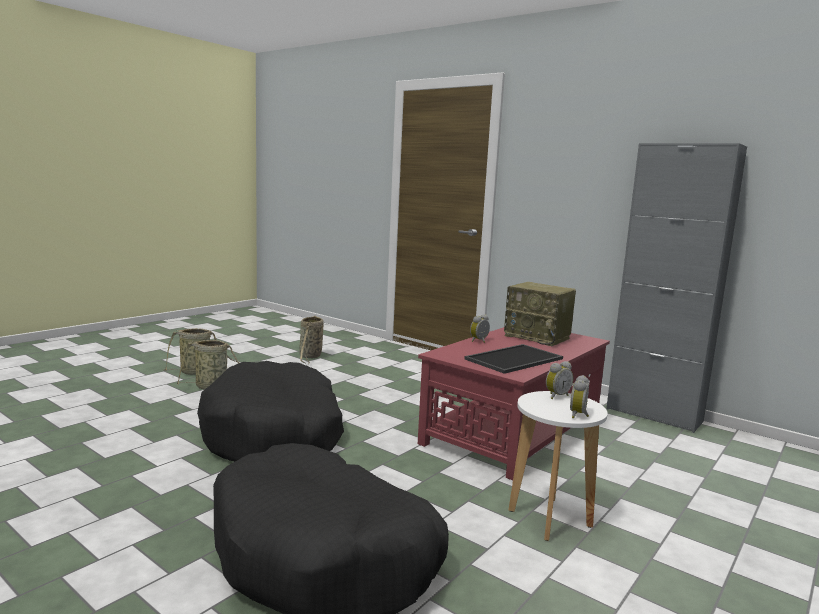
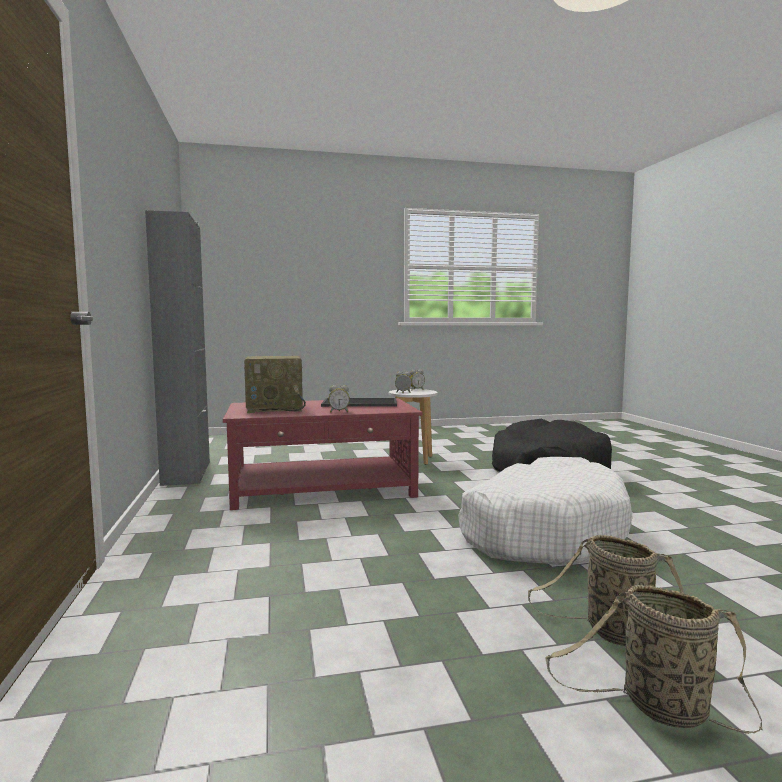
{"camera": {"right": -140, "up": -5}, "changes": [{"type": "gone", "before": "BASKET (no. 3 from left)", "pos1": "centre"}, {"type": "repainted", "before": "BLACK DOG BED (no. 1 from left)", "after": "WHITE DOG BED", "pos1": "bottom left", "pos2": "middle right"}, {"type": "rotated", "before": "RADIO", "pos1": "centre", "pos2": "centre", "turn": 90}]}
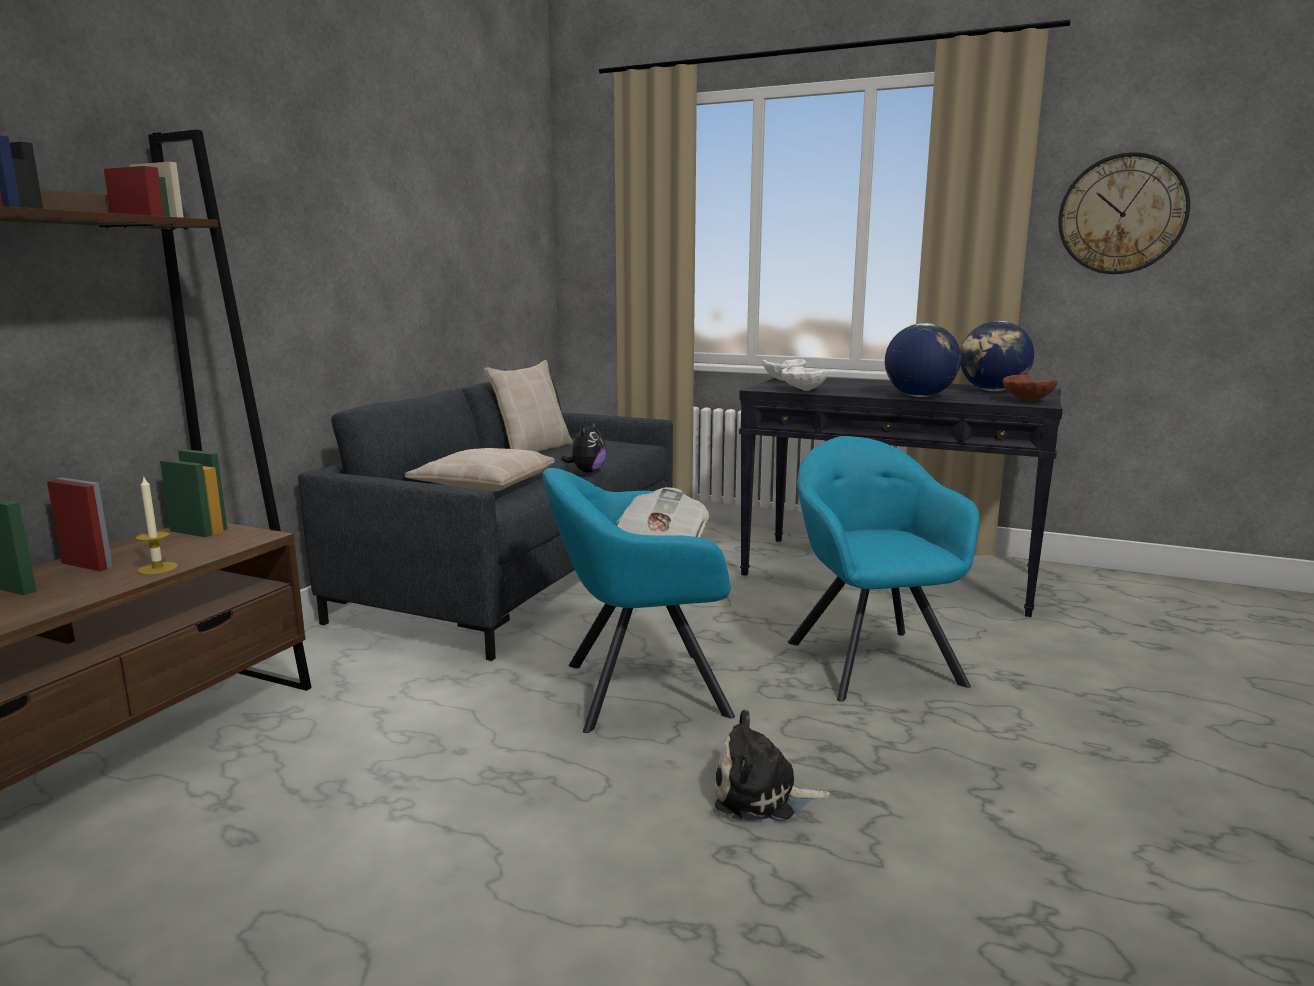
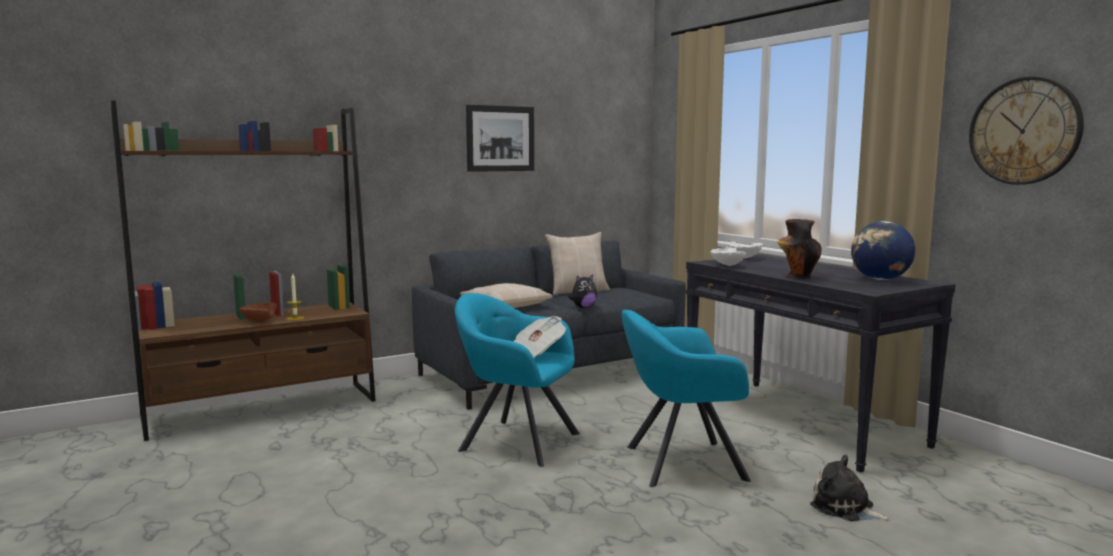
{"camera": {"right": 35, "up": -5}, "changes": [{"type": "new", "after": "PICTURE", "pos2": "top centre"}, {"type": "shifted", "before": "PLUSH TOY (no. 2 from left)", "pos1": "bottom centre", "pos2": "bottom right"}, {"type": "shifted", "before": "BROWN BOWL", "pos1": "middle right", "pos2": "middle left"}, {"type": "swapped", "before": "GLOBE (no. 1 from left)", "after": "VASE", "pos1": "middle right", "pos2": "middle right"}, {"type": "rotated", "before": "TURQUOISE ARMCHAIR (no. 2 from left)", "pos1": "middle right", "pos2": "bottom centre", "turn": -120}]}
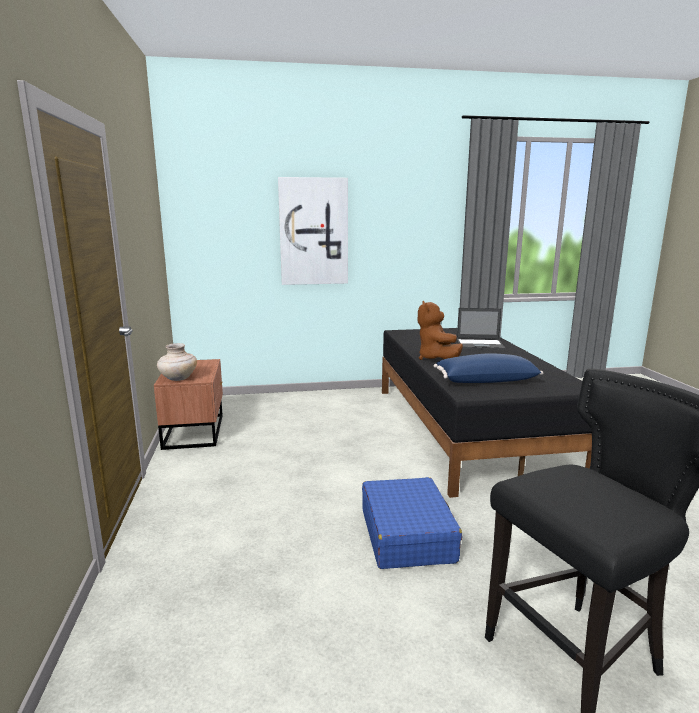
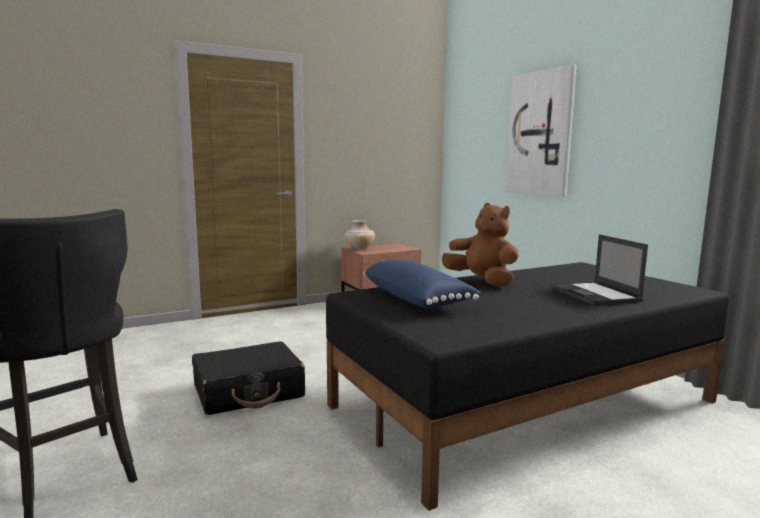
{"camera": {"right": 70, "up": -5}, "changes": [{"type": "repainted", "before": "BLUE SUITCASE", "after": "BLACK SUITCASE", "pos1": "bottom centre", "pos2": "bottom left"}, {"type": "rotated", "before": "BROWN PLUSH TOY", "pos1": "centre", "pos2": "centre", "turn": 75}]}
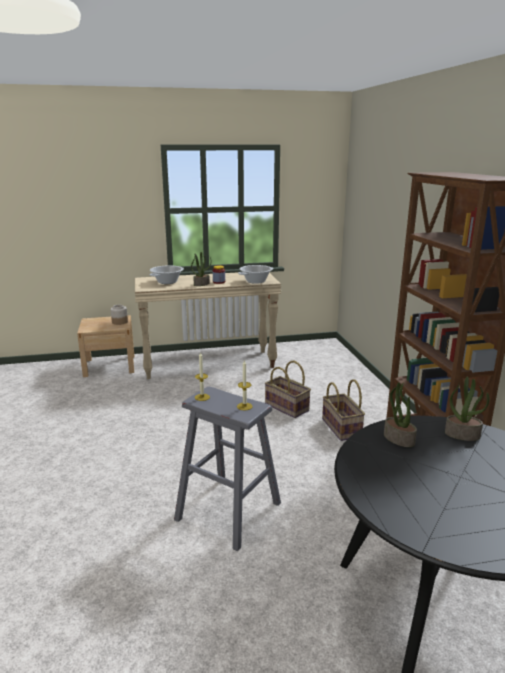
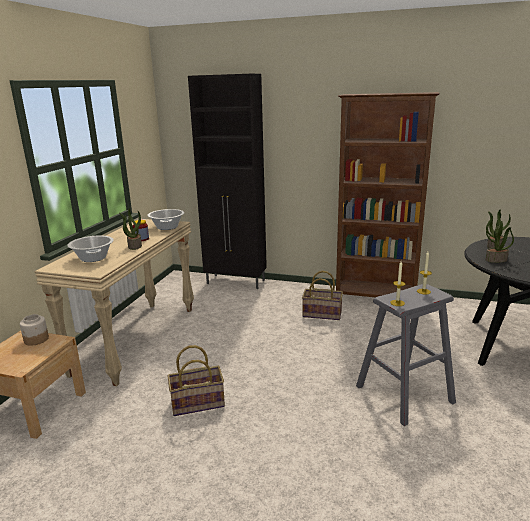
{"camera": {"right": -60, "up": 0}, "changes": [{"type": "new", "after": "BLACK CABINET", "pos2": "centre"}, {"type": "shifted", "before": "BASKET (no. 1 from left)", "pos1": "centre", "pos2": "bottom centre"}]}
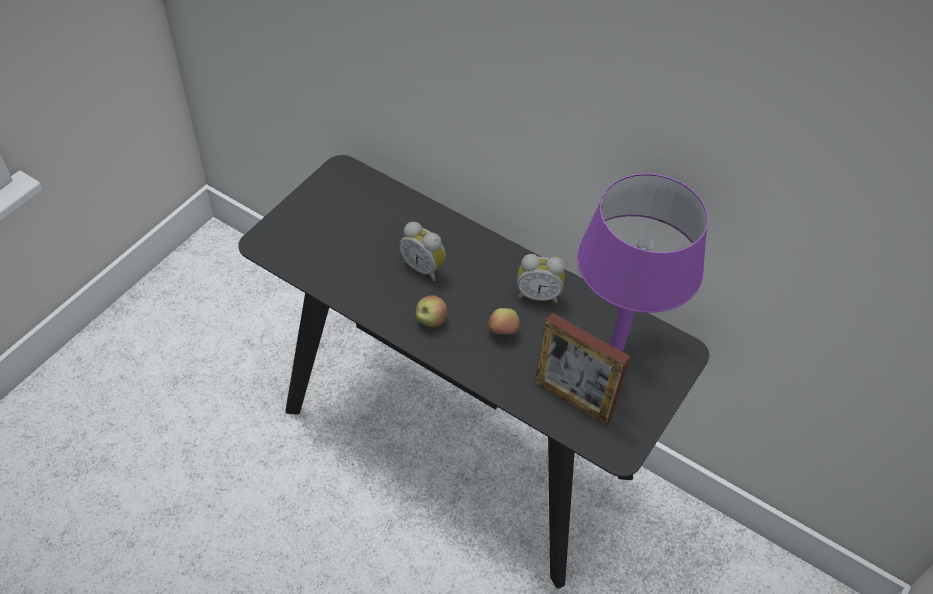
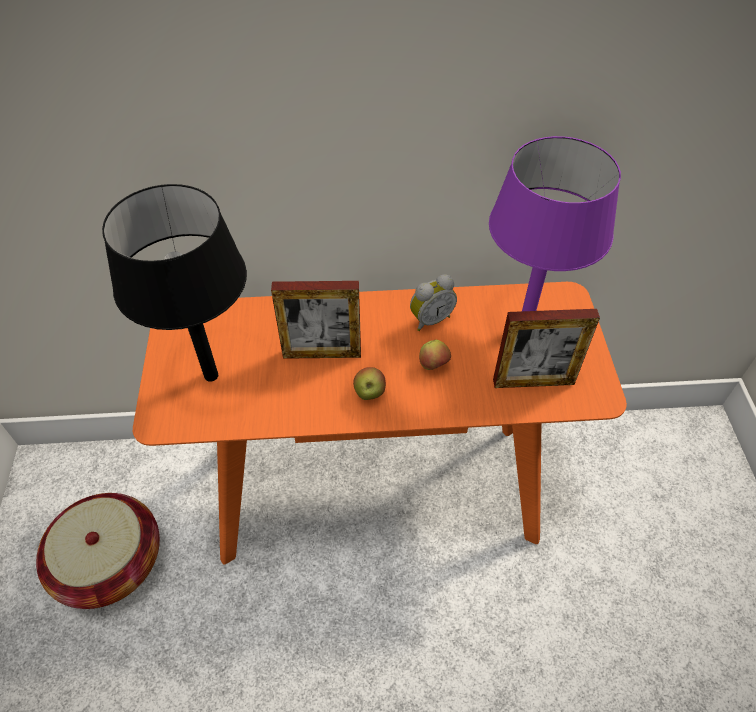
{"camera": {"right": -35, "up": 0}, "changes": [{"type": "new", "after": "BASKET", "pos2": "bottom left"}, {"type": "new", "after": "BLACK TABLE LAMP", "pos2": "middle left"}, {"type": "swapped", "before": "ALARM CLOCK (no. 1 from left)", "after": "PICTURE FRAME (no. 1 from left)", "pos1": "centre", "pos2": "centre"}, {"type": "repainted", "before": "BLACK CONSOLE TABLE", "after": "ORANGE CONSOLE TABLE", "pos1": "centre", "pos2": "centre"}]}
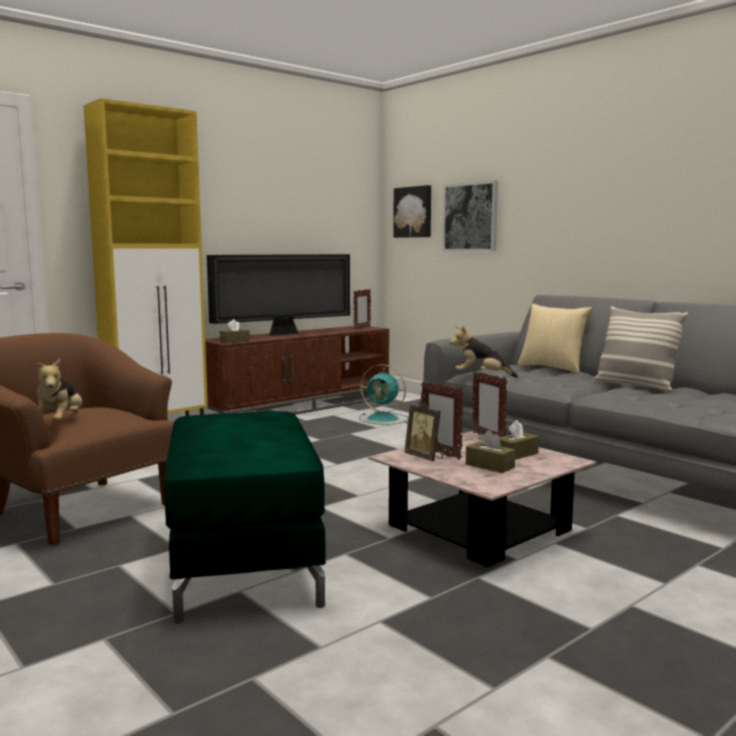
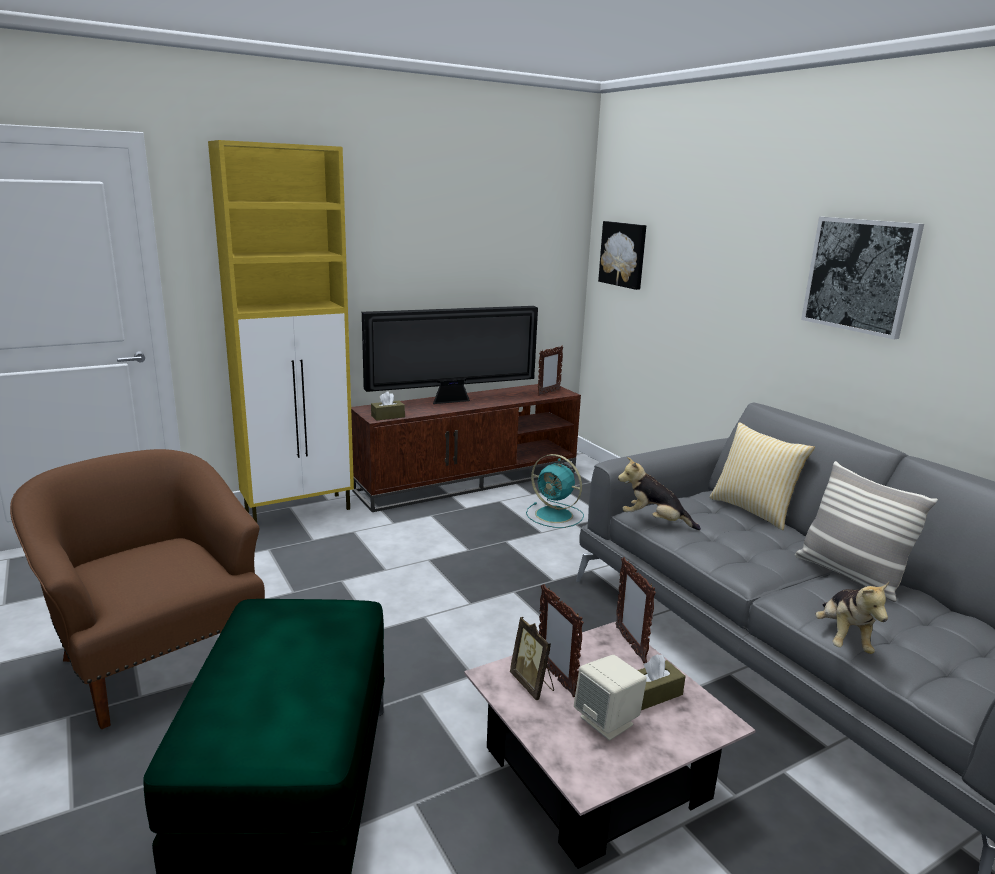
{"camera": {"right": 10, "up": 10}, "changes": [{"type": "shifted", "before": "PLUSH TOY (no. 1 from left in the first image)", "after": "PLUSH TOY (no. 2 from left)", "pos1": "middle left", "pos2": "bottom right"}, {"type": "shifted", "before": "PICTURE (no. 2 from left)", "pos1": "top centre", "pos2": "top right"}, {"type": "swapped", "before": "BROWN TISSUE BOX (no. 2 from left)", "after": "BEIGE SPEAKER", "pos1": "centre", "pos2": "bottom centre"}]}
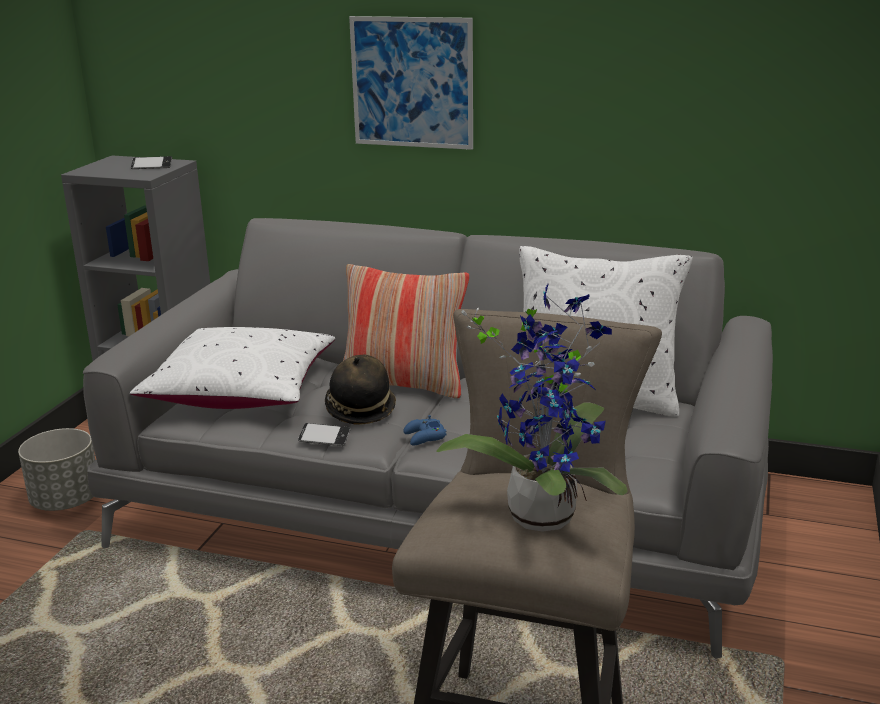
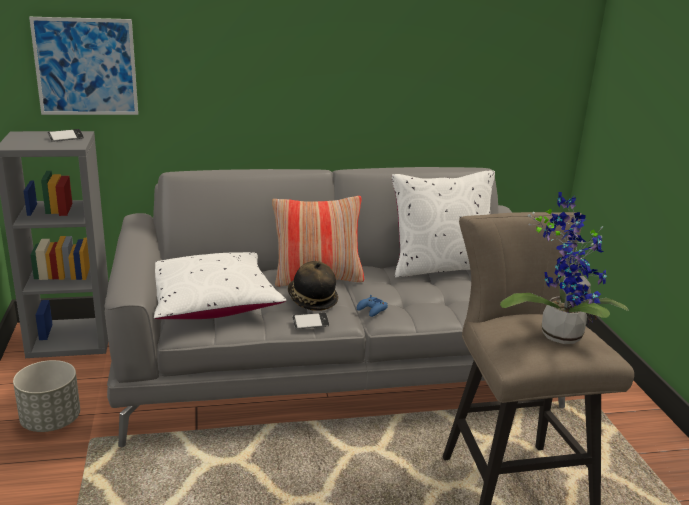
{"camera": {"right": -30, "up": 0}, "changes": [{"type": "shifted", "before": "PICTURE", "pos1": "top centre", "pos2": "top left"}]}
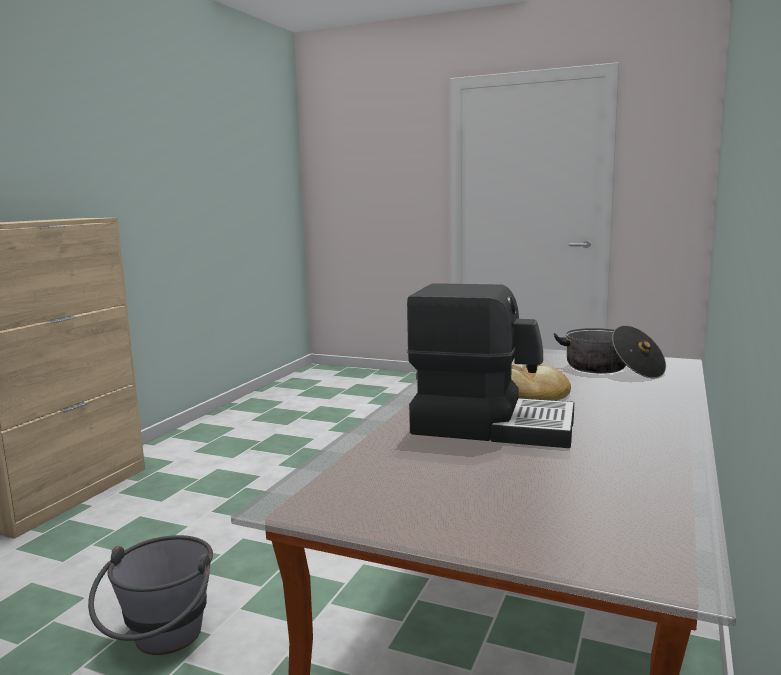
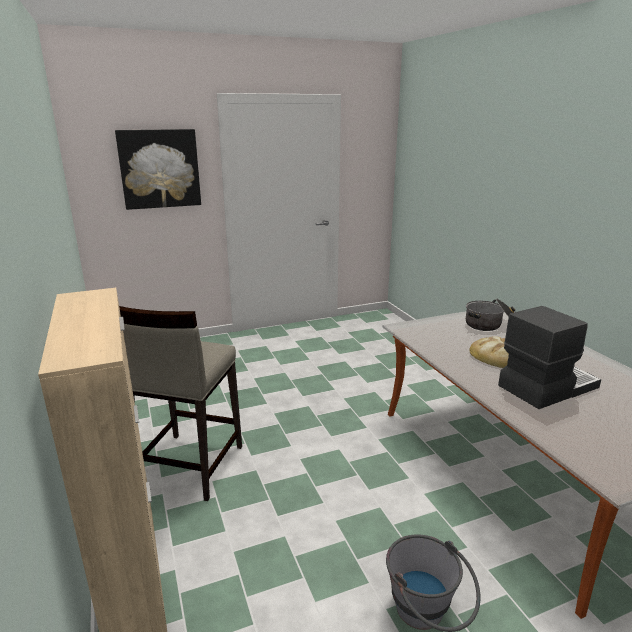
{"camera": {"right": -45, "up": 10}, "changes": [{"type": "new", "after": "PICTURE", "pos2": "top left"}, {"type": "new", "after": "BEIGE STOOL", "pos2": "middle left"}]}
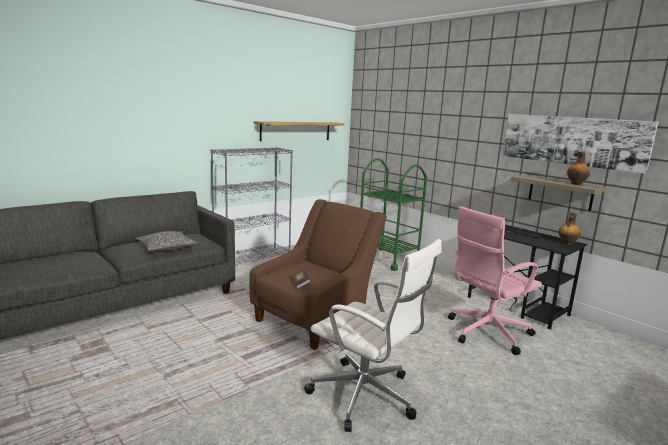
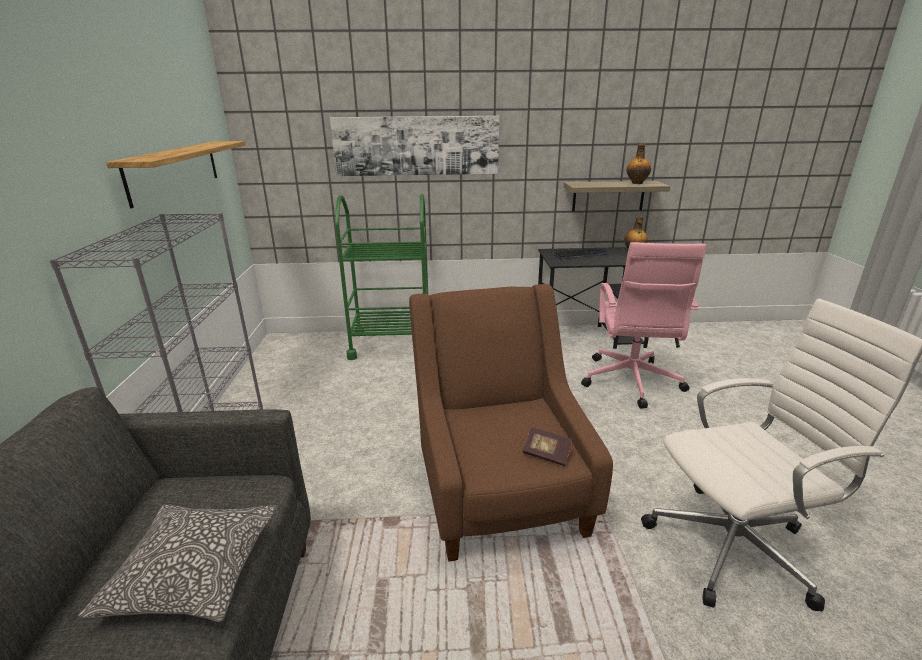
{"camera": {"right": -50, "up": 10}, "changes": [{"type": "shifted", "before": "PICTURE", "pos1": "top right", "pos2": "top centre"}]}
